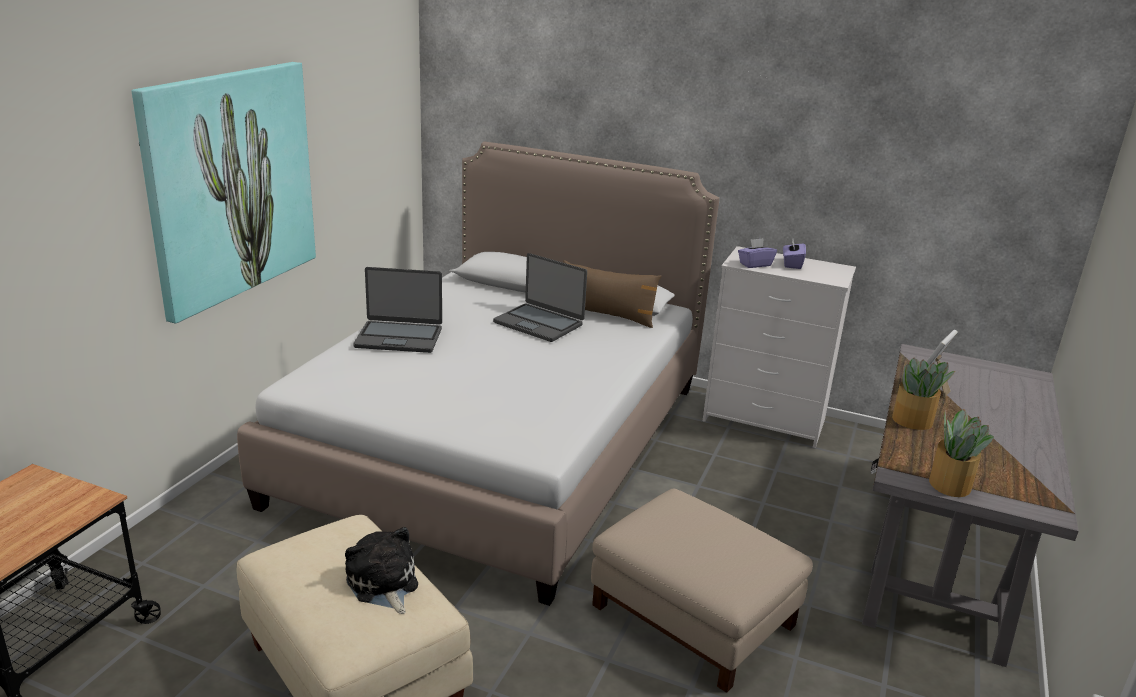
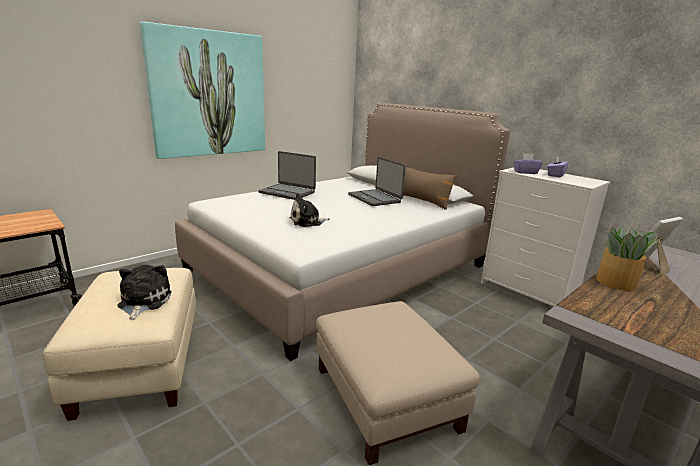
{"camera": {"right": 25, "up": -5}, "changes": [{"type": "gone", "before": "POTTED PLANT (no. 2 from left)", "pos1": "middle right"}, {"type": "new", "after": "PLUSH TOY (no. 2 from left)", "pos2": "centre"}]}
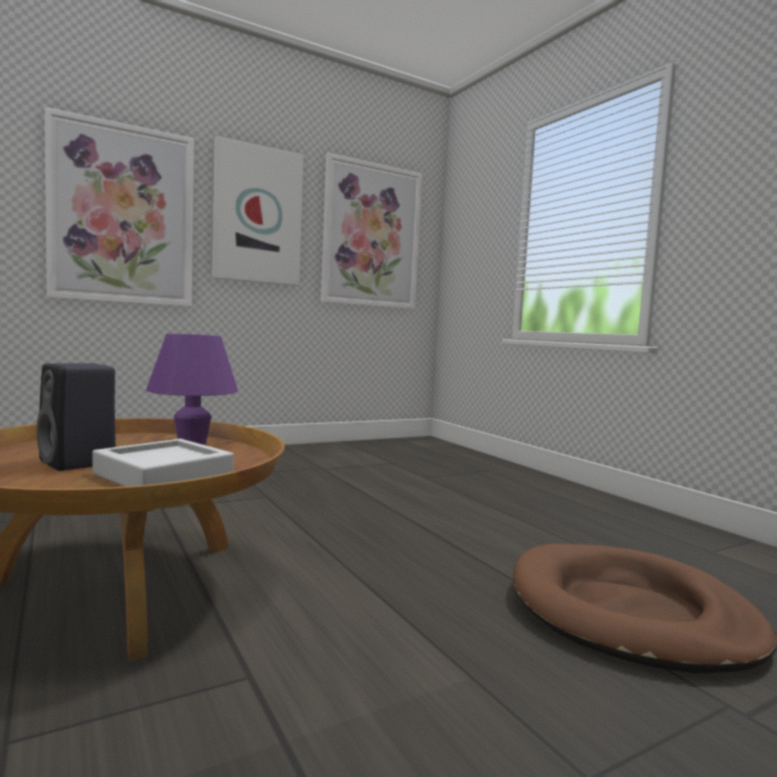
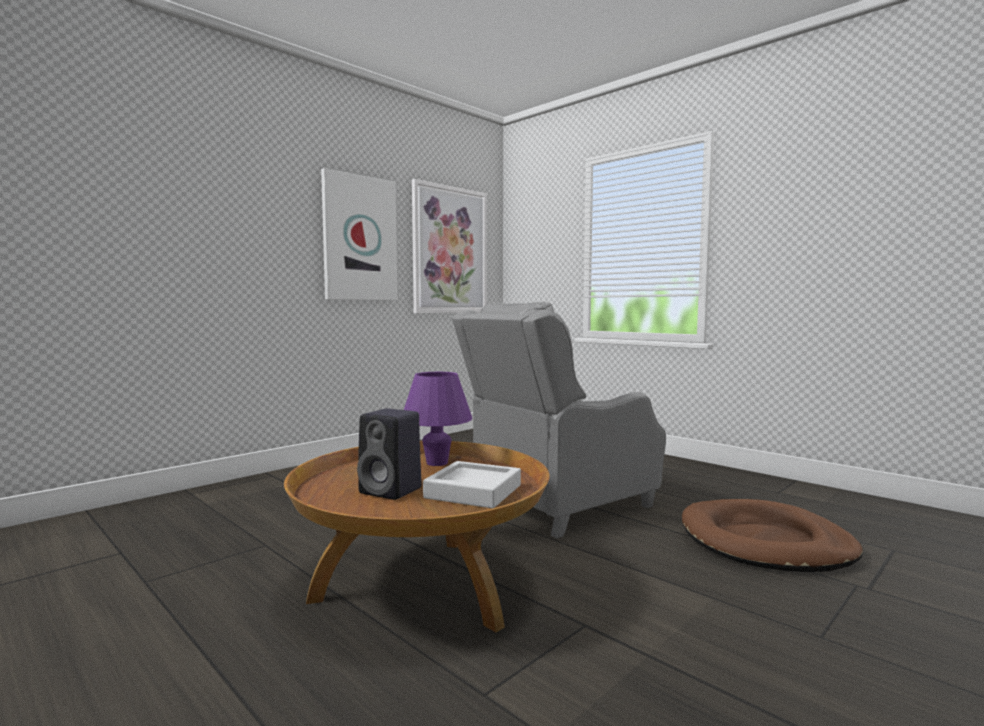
{"camera": {"right": -15, "up": 0}, "changes": [{"type": "gone", "before": "PICTURE (no. 1 from left)", "pos1": "top left"}, {"type": "new", "after": "GREY ARMCHAIR", "pos2": "centre"}]}
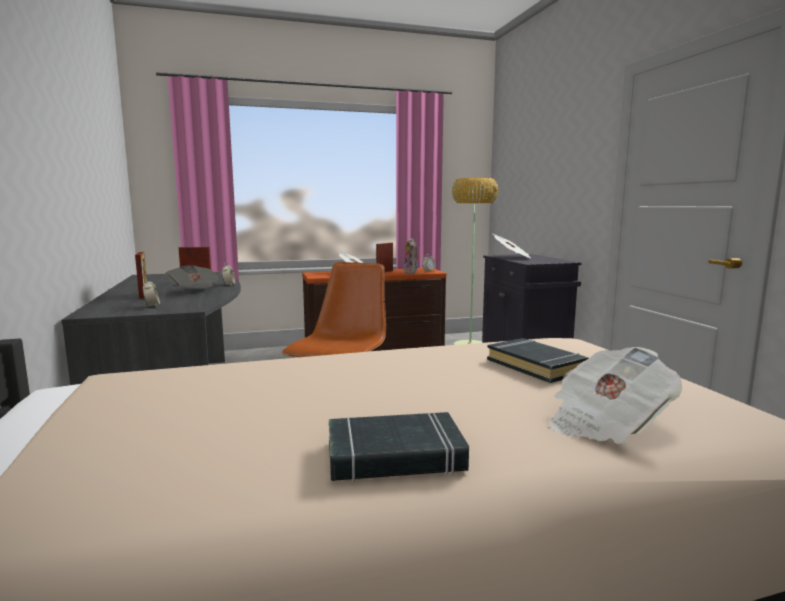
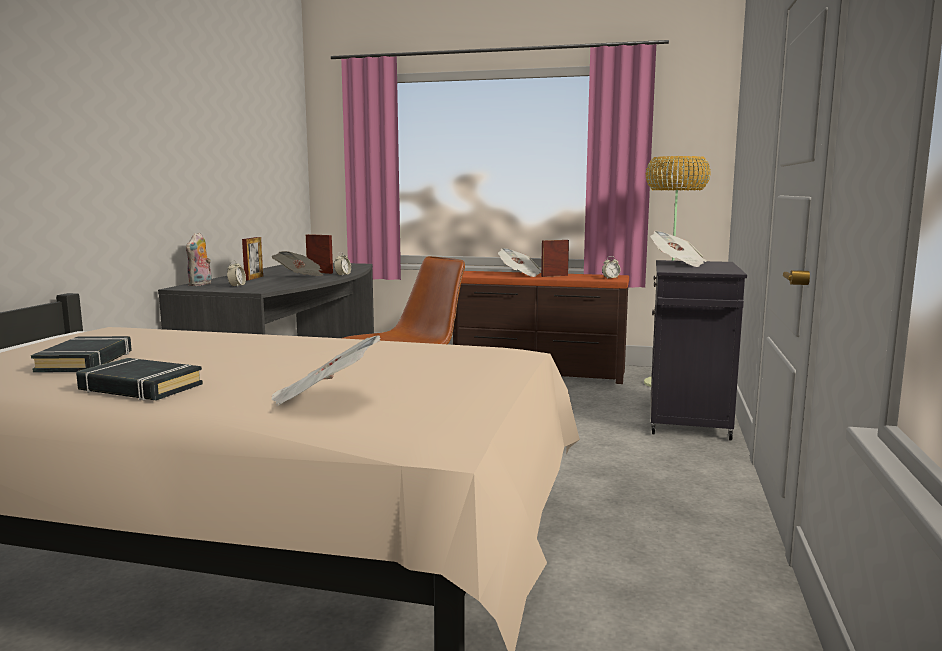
{"camera": {"right": 30, "up": 0}, "changes": [{"type": "shifted", "before": "PLUSH TOY", "pos1": "centre", "pos2": "middle left"}, {"type": "shifted", "before": "BLACK BOOK (no. 2 from left in the first image)", "after": "BLACK BOOK (no. 1 from left)", "pos1": "middle right", "pos2": "middle left"}]}
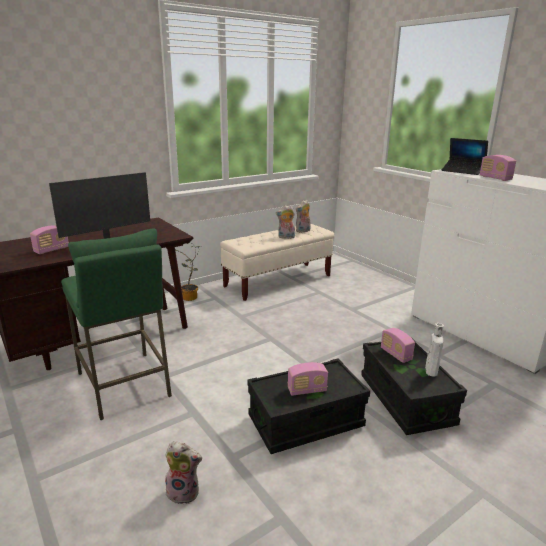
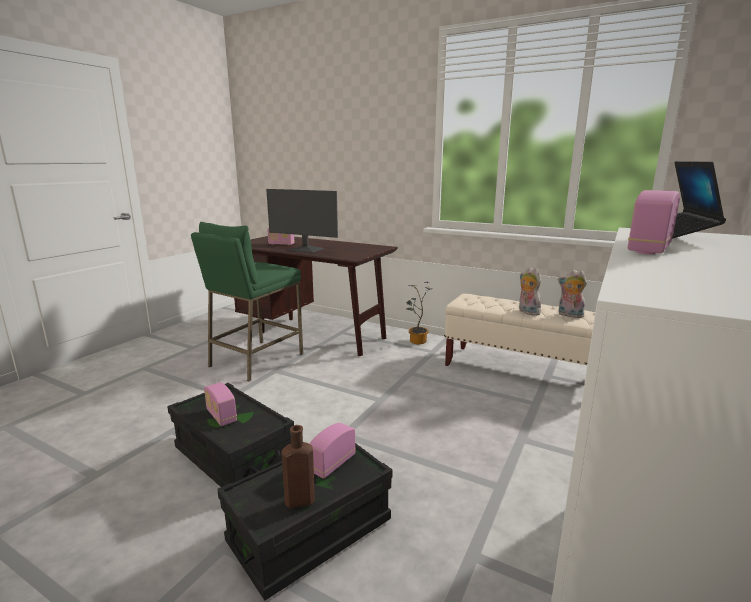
{"camera": {"right": 65, "up": -5}, "changes": [{"type": "gone", "before": "PLUSH TOY (no. 1 from left)", "pos1": "bottom centre"}, {"type": "repainted", "before": "WHITE BOTTLE", "after": "BROWN BOTTLE", "pos1": "middle right", "pos2": "bottom centre"}]}
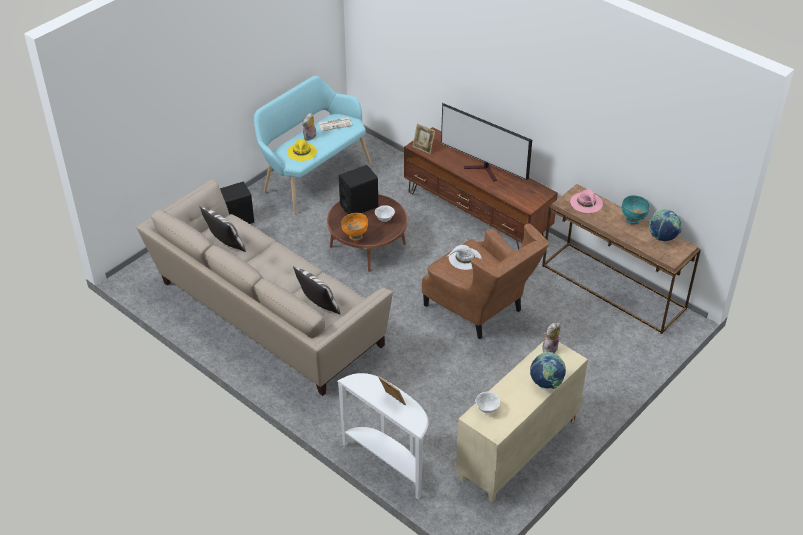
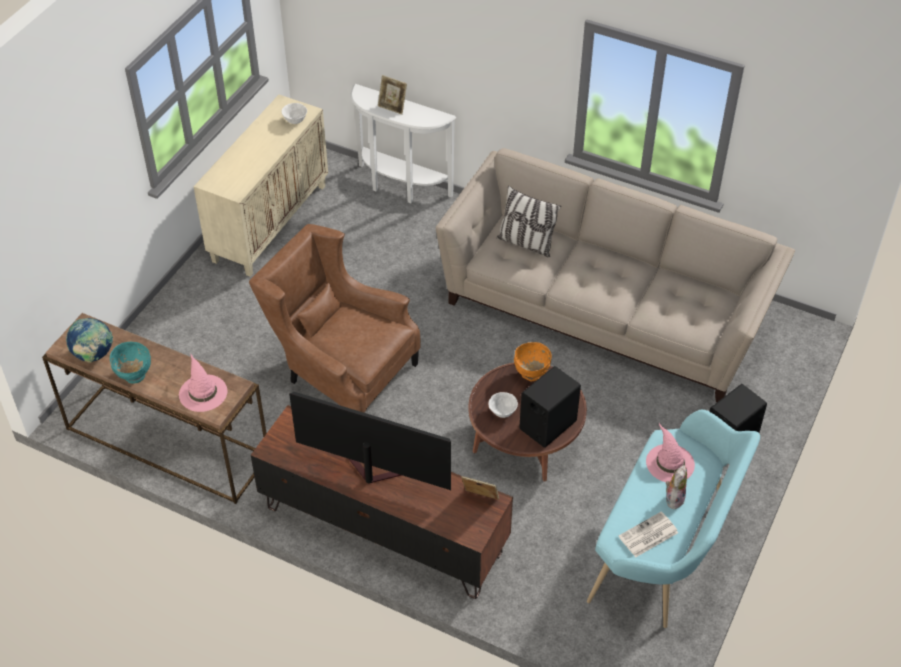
{"camera": {"right": 165, "up": 5}, "changes": [{"type": "gone", "before": "PILLOW (no. 1 from left)", "pos1": "middle left"}, {"type": "gone", "before": "WHITE HAT", "pos1": "centre"}, {"type": "gone", "before": "GLOBE (no. 1 from left)", "pos1": "bottom right"}, {"type": "gone", "before": "PLUSH TOY (no. 2 from left)", "pos1": "middle right"}, {"type": "repainted", "before": "YELLOW HAT", "after": "PINK HAT (no. 2 from left)", "pos1": "top centre", "pos2": "bottom right"}]}
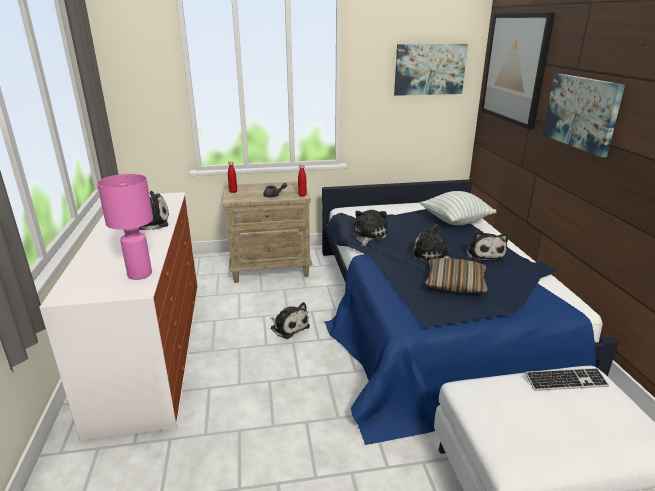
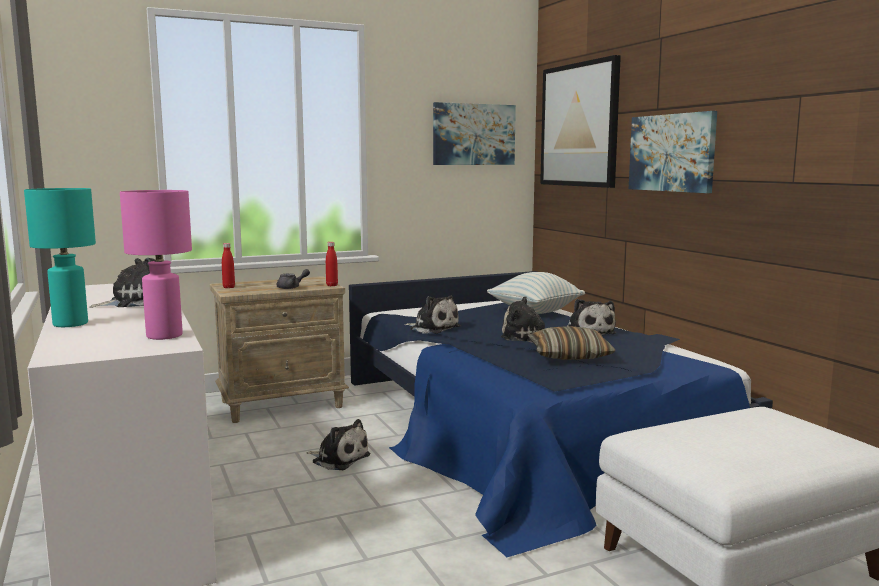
{"camera": {"right": -15, "up": -15}, "changes": [{"type": "gone", "before": "KEYBOARD", "pos1": "bottom right"}, {"type": "new", "after": "TURQUOISE TABLE LAMP", "pos2": "middle left"}, {"type": "rotated", "before": "PLUSH TOY (no. 3 from left)", "pos1": "centre", "pos2": "centre", "turn": 120}]}
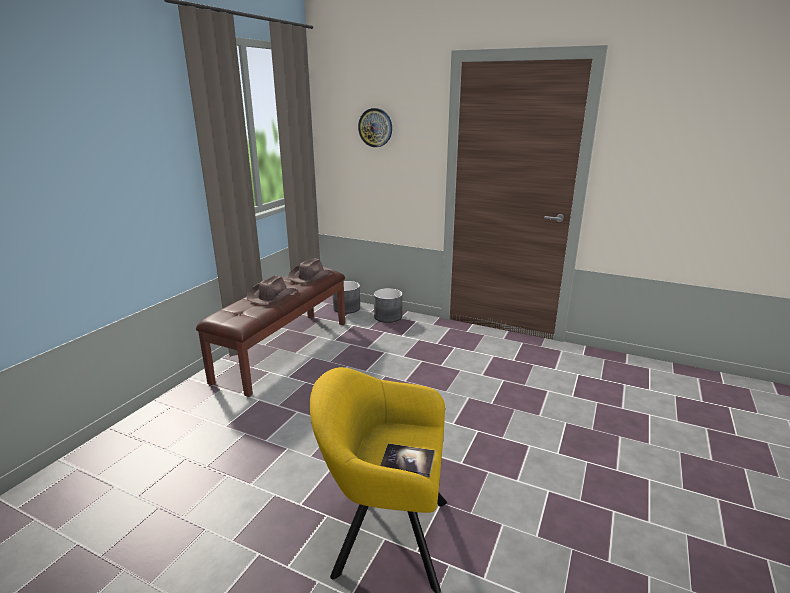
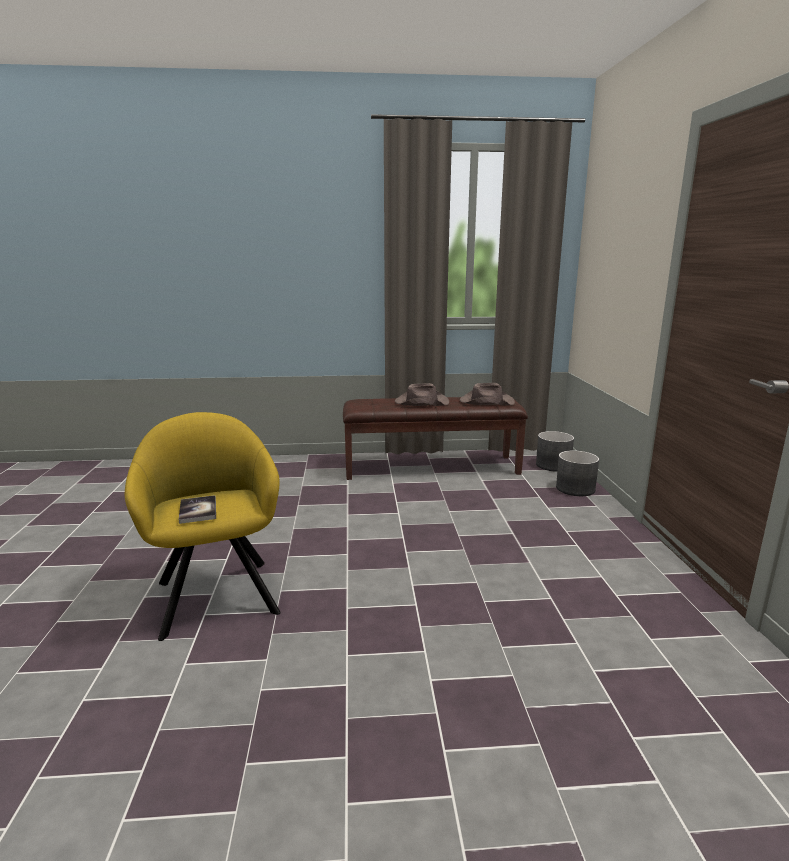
{"camera": {"right": 60, "up": -5}, "changes": [{"type": "gone", "before": "WALL CLOCK", "pos1": "top centre"}]}
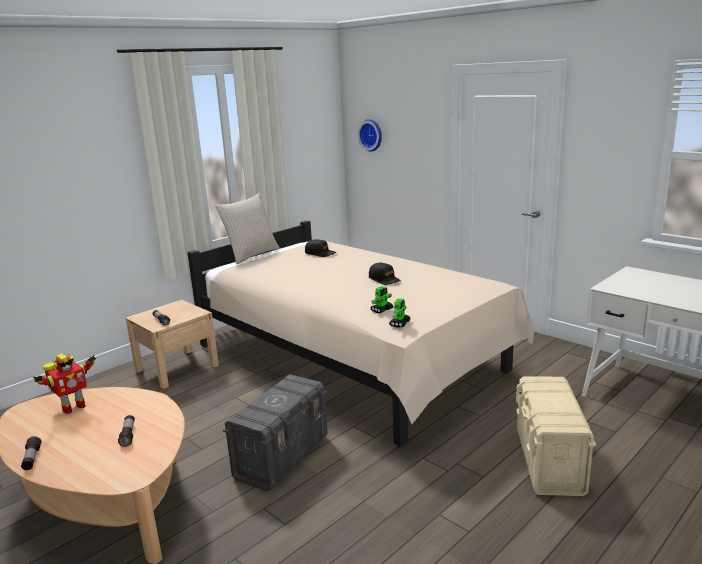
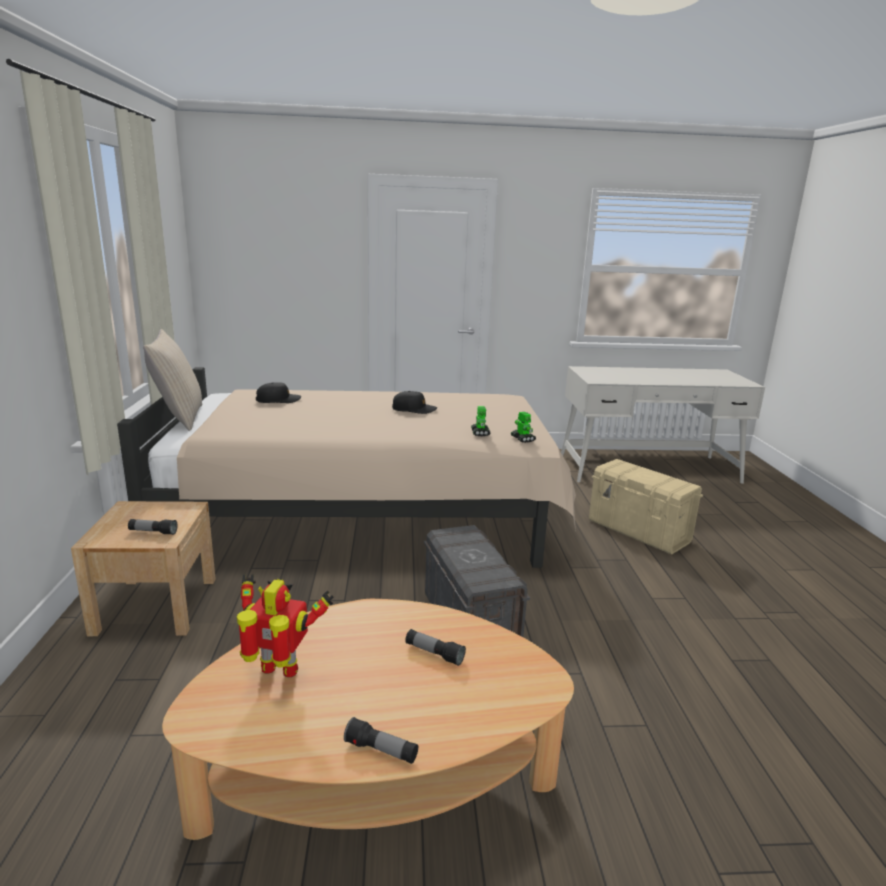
{"camera": {"right": -50, "up": 0}, "changes": [{"type": "gone", "before": "WALL CLOCK", "pos1": "top centre"}, {"type": "rotated", "before": "TOY ROBOT (no. 1 from left)", "pos1": "bottom left", "pos2": "bottom left", "turn": -75}]}
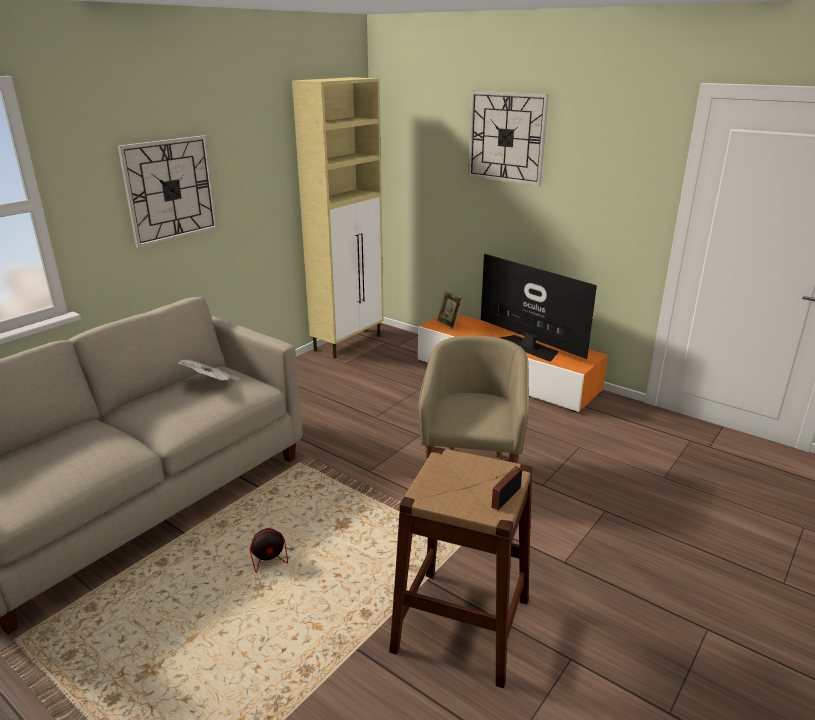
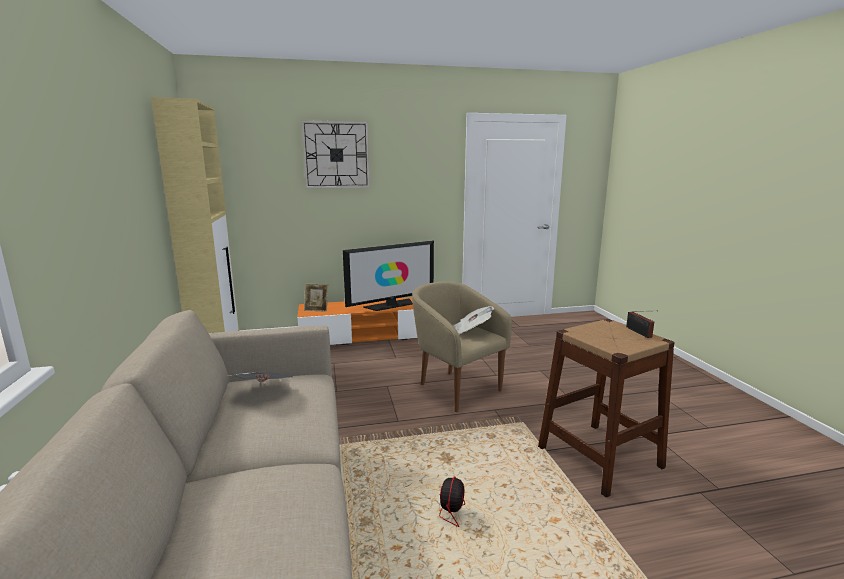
{"camera": {"right": -50, "up": -10}, "changes": [{"type": "gone", "before": "WALL CLOCK (no. 1 from left)", "pos1": "top left"}, {"type": "new", "after": "NEWSPAPER (no. 2 from left)", "pos2": "centre"}, {"type": "rotated", "before": "TELEVISION", "pos1": "centre", "pos2": "centre", "turn": 150}]}
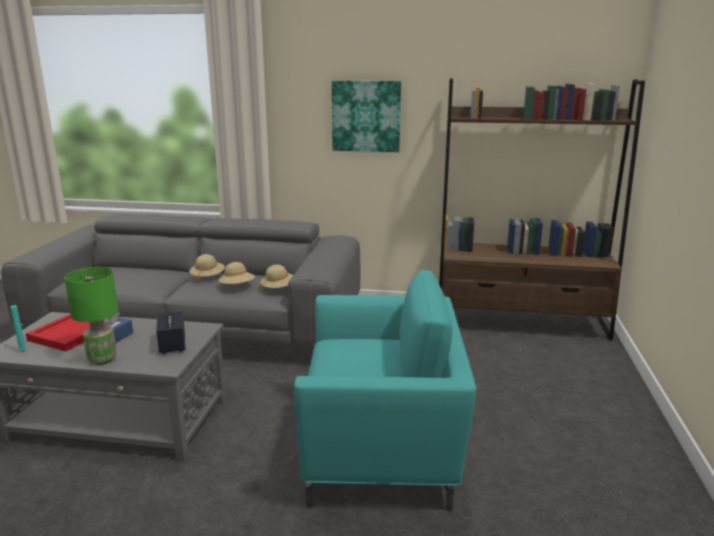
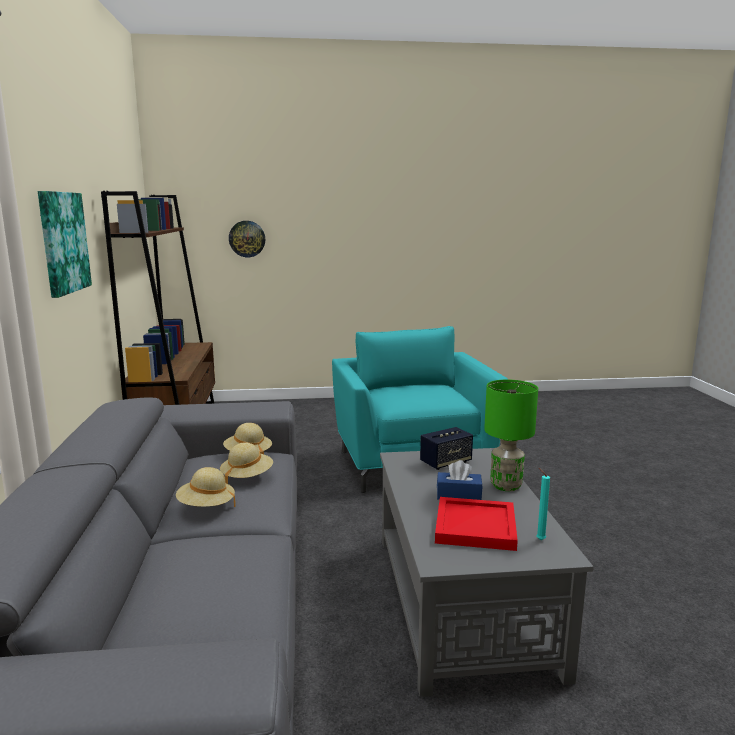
{"camera": {"right": -105, "up": -5}, "changes": [{"type": "new", "after": "WALL CLOCK", "pos2": "top centre"}]}
